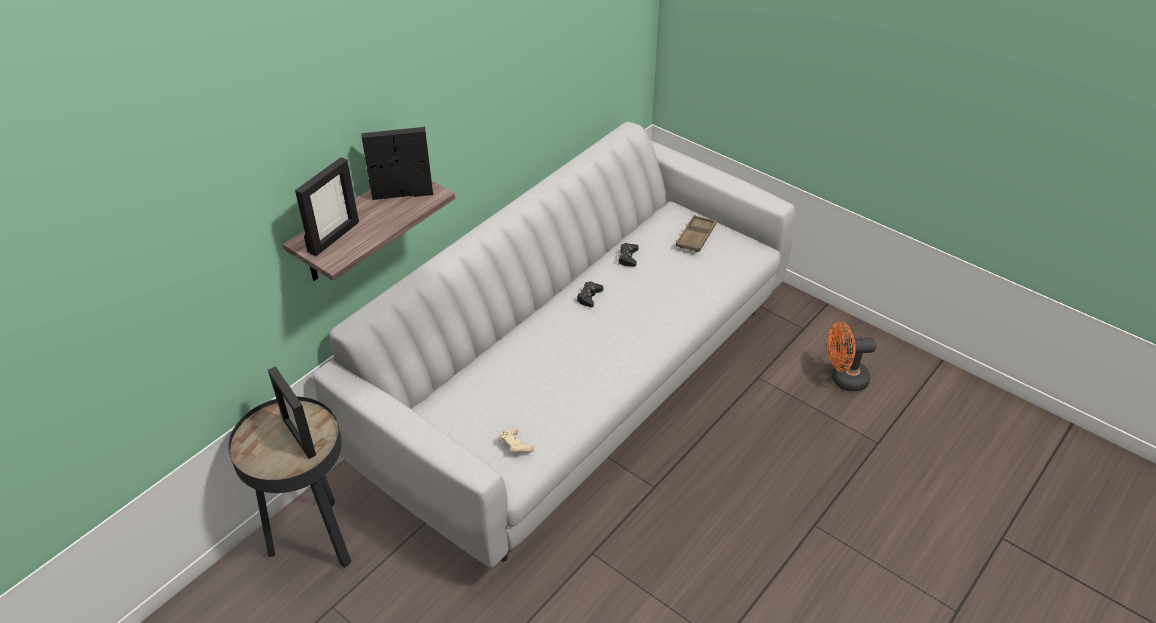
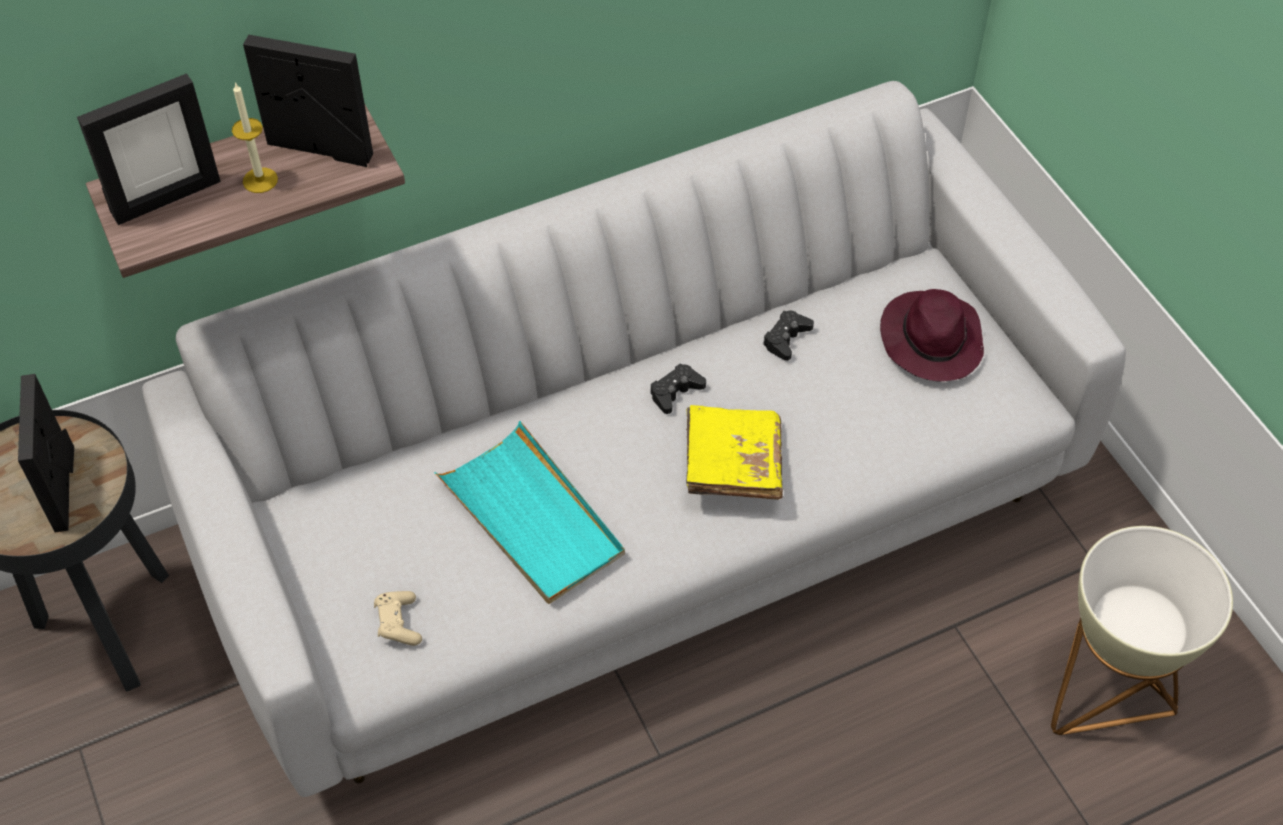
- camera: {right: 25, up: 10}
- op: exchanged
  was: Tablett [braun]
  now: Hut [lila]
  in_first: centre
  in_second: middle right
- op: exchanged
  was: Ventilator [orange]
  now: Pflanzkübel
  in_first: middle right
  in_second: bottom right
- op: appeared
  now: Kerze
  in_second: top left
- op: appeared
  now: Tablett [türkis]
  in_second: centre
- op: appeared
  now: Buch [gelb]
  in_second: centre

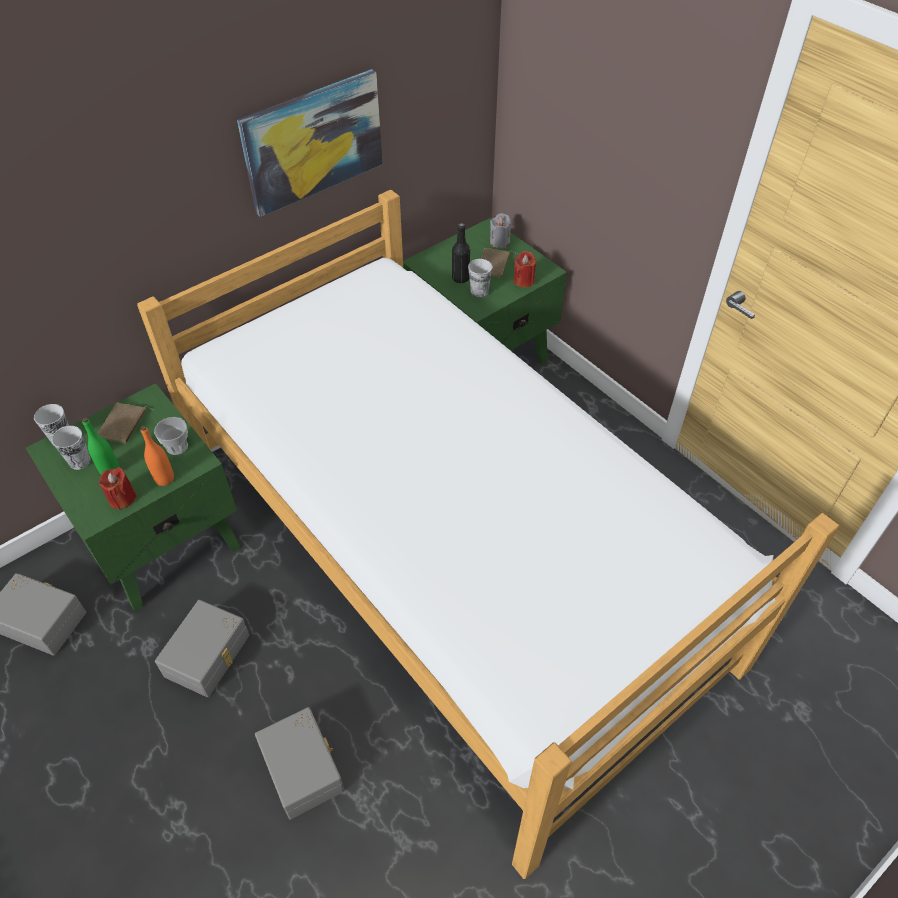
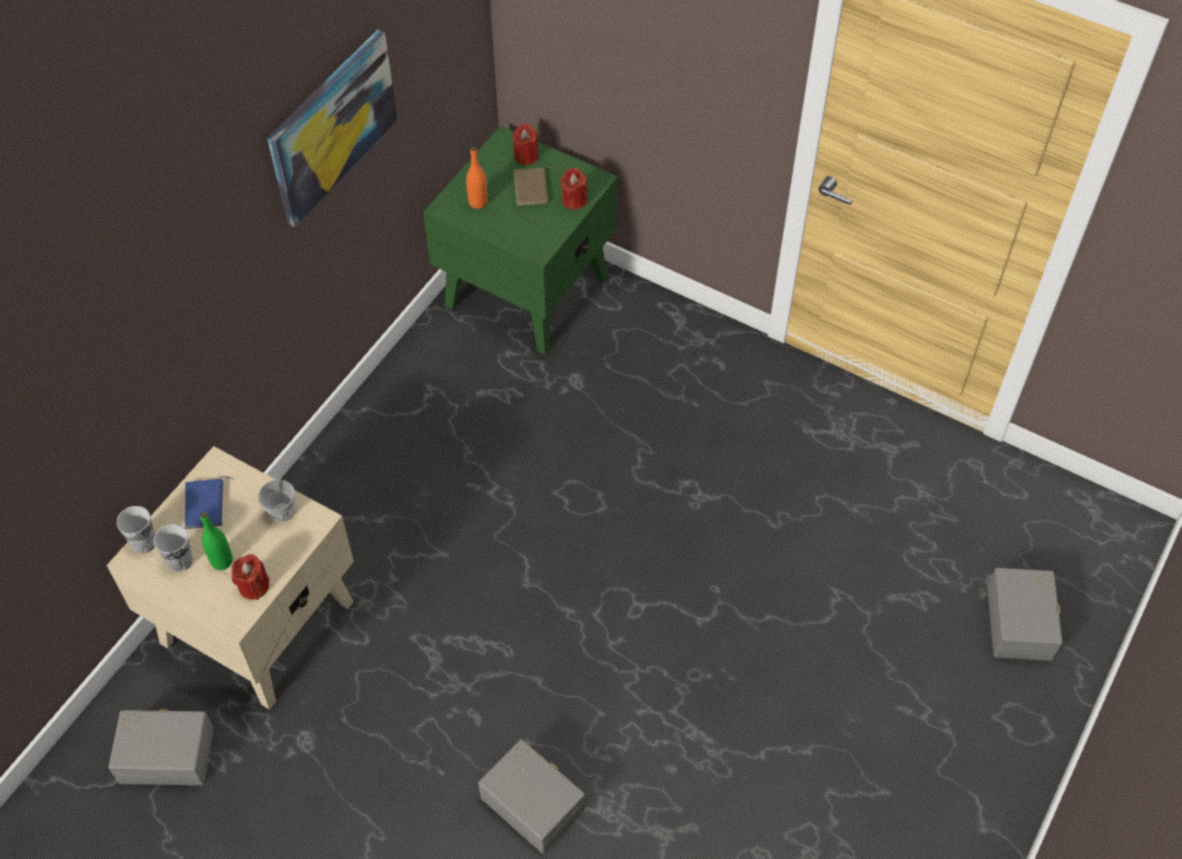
- camera: {right: -20, up: 5}
- op: colour
  was: Nachttisch [grün] (no. 1 from left)
  now: Nachttisch [beige]
  in_first: middle left
  in_second: bottom left
- op: colour
  was: Buch [braun] (no. 1 from left)
  now: Buch [blau]
  in_first: middle left
  in_second: middle left
- op: missing
  was: Bett
  in_first: centre
- op: relocated
  was: Flasche [orange]
  in_first: middle left
  in_second: top centre
- op: relocated
  was: Aufbewahrungsbox [grau] (no. 2 from left in the first image)
  now: Aufbewahrungsbox [grau] (no. 3 from left)
  in_first: bottom left
  in_second: bottom right
- op: missing
  was: Flasche [schwarz]
  in_first: top centre
- op: missing
  was: Tasse (no. 4 from left)
  in_first: top centre
- op: colour
  was: Kerze [grau]
  now: Kerze [rot] (no. 2 from left)
  in_first: top centre
  in_second: top centre

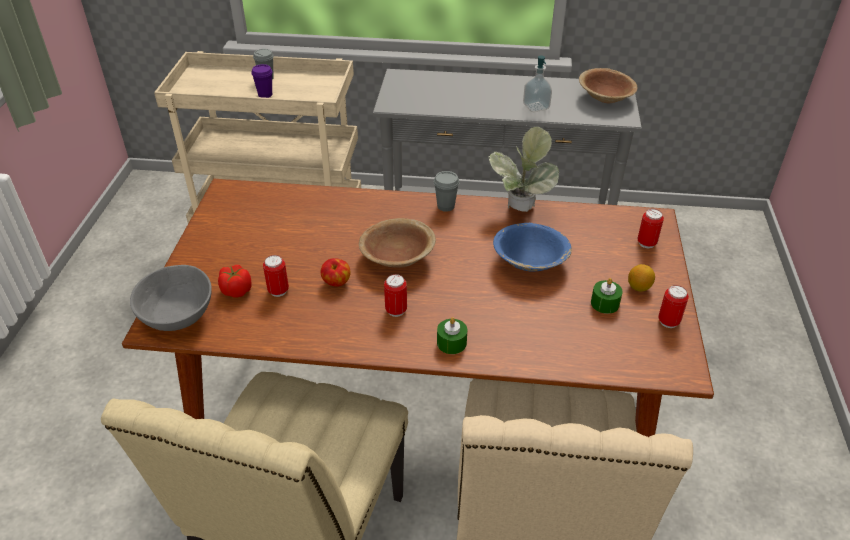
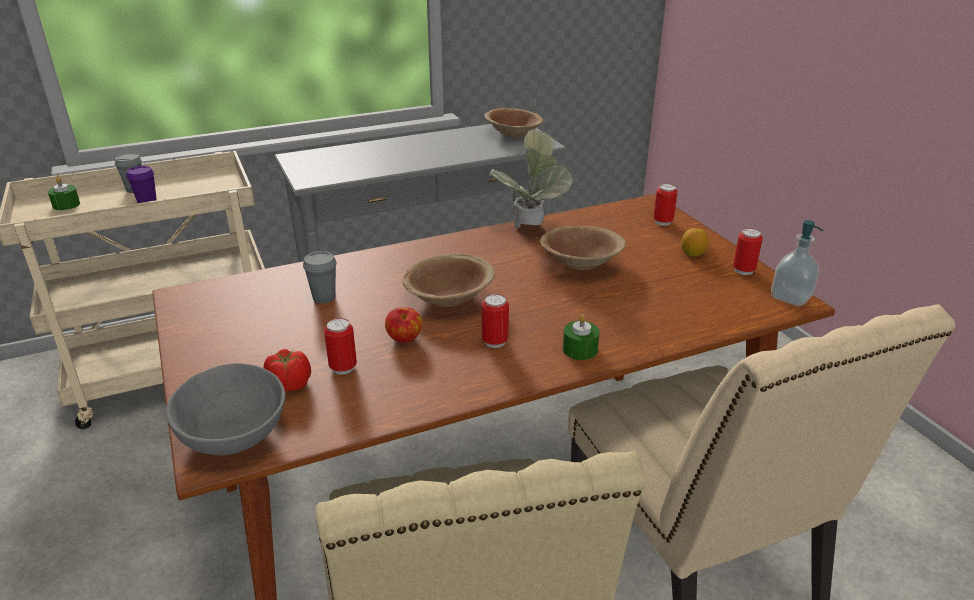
- camera: {right: -30, up: -10}
- op: relocated
  was: Tasse [grau] (no. 2 from left)
  in_first: centre
  in_second: middle left
- op: colour
  was: Schüssel [blau]
  now: Schüssel [braun] (no. 3 from left)
  in_first: centre
  in_second: centre
- op: relocated
  was: Seifenspender
  in_first: top centre
  in_second: middle right
- op: relocated
  was: Kerze [grün] (no. 2 from left in the first image)
  now: Kerze [grün] (no. 1 from left)
  in_first: middle right
  in_second: top left

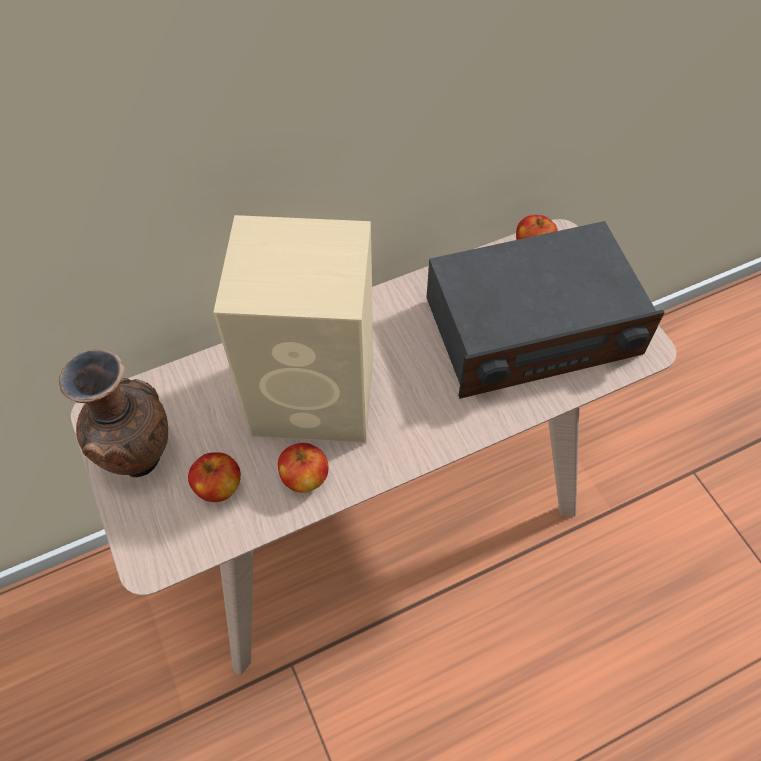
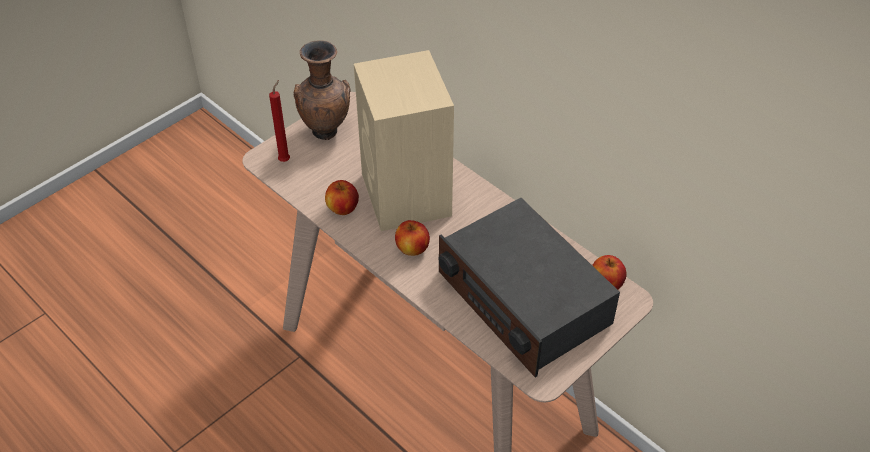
- camera: {right: 70, up: -10}
- op: relocated
  was: Apfel (no. 1 from left in the first image)
  now: Apfel (no. 2 from left)
  in_first: middle left
  in_second: centre
- op: appeared
  now: Kerze [rot]
  in_second: top left

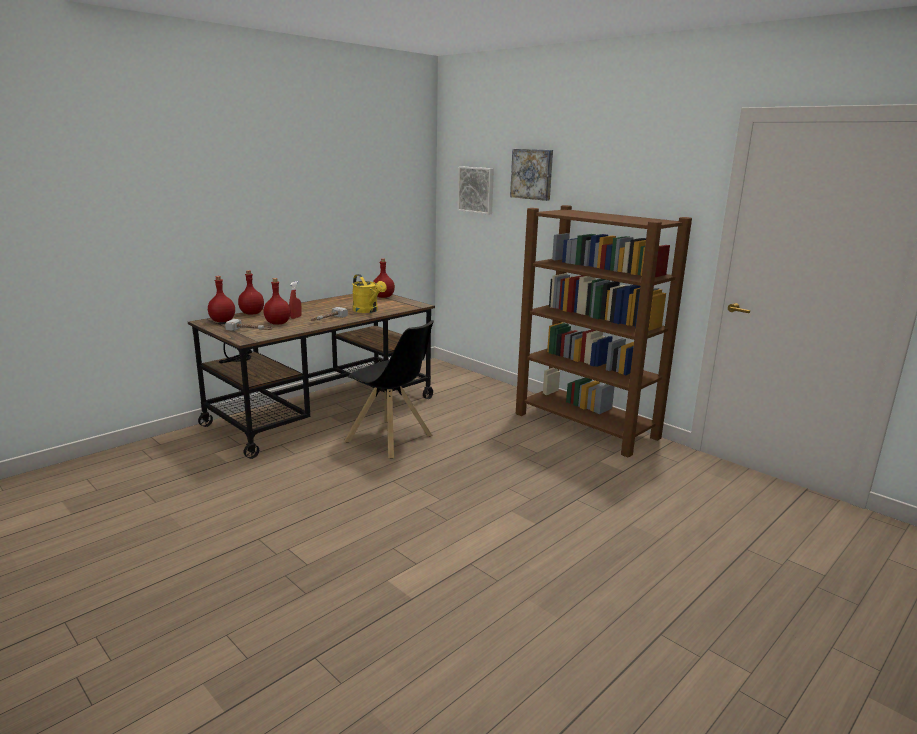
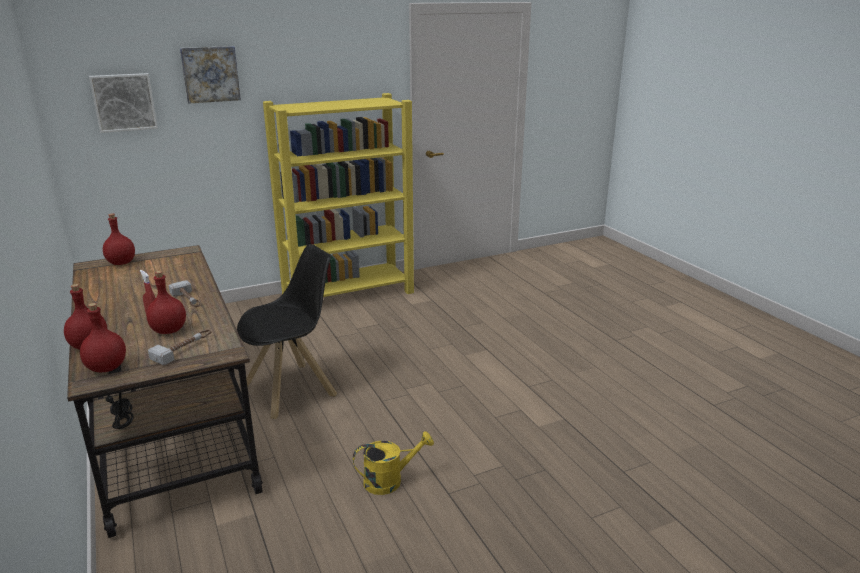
- camera: {right: -70, up: 5}
- op: relocated
  was: Gießkanne [gelb]
  in_first: centre
  in_second: bottom centre
- op: colour
  was: Bücherregal [braun]
  now: Bücherregal [gelb]
  in_first: centre
  in_second: centre

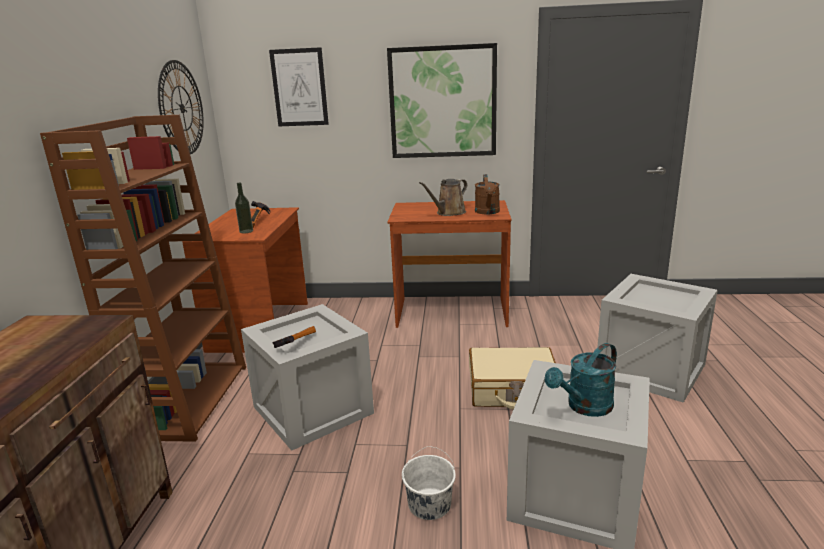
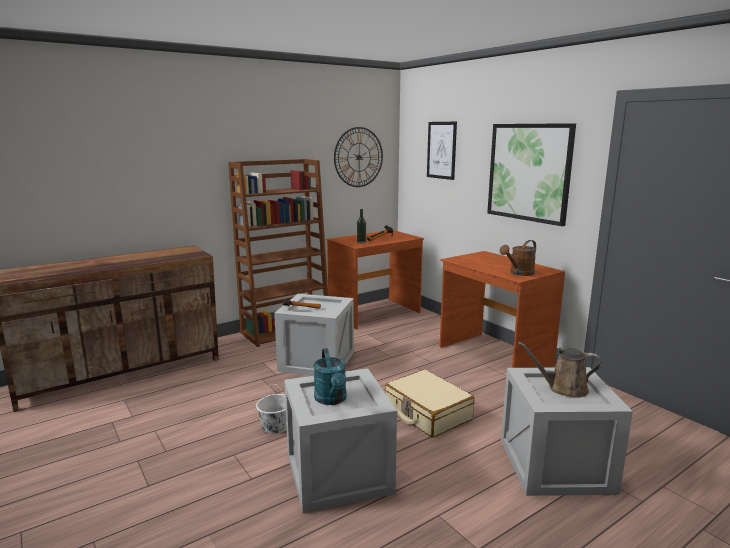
- camera: {right: 50, up: -5}
- op: relocated
  was: Gießkanne [braun] (no. 1 from left in the first image)
  now: Gießkanne [braun] (no. 2 from left)
  in_first: centre
  in_second: bottom right
- op: spun
  was: Gießkanne [türkis]
  in_first: bottom right
  in_second: bottom centre
  clockwise: -120

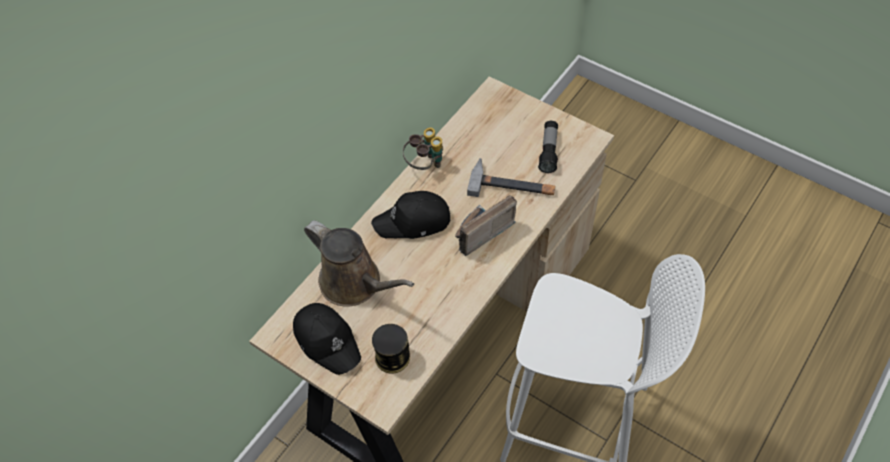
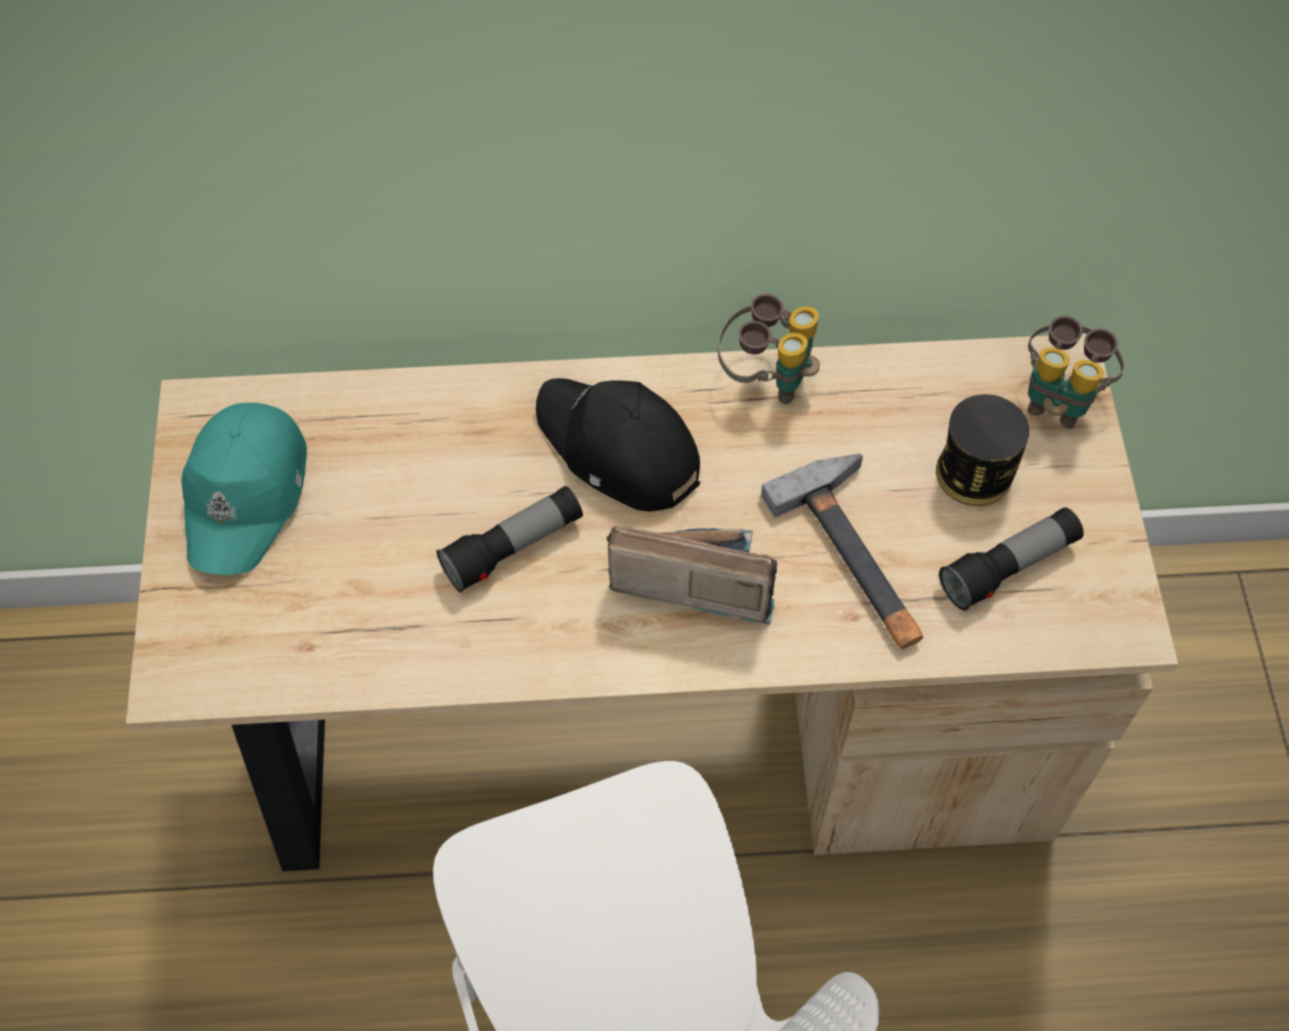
- camera: {right: 50, up: 5}
- op: colour
  was: Kappe [schwarz] (no. 1 from left)
  now: Kappe [türkis]
  in_first: bottom centre
  in_second: middle left
- op: missing
  was: Gießkanne [braun]
  in_first: centre
- op: relocated
  was: Dose
  in_first: bottom centre
  in_second: middle right
- op: appeared
  now: Taschenlampe (no. 1 from left)
  in_second: centre
- op: appeared
  now: Fernglas (no. 2 from left)
  in_second: middle right

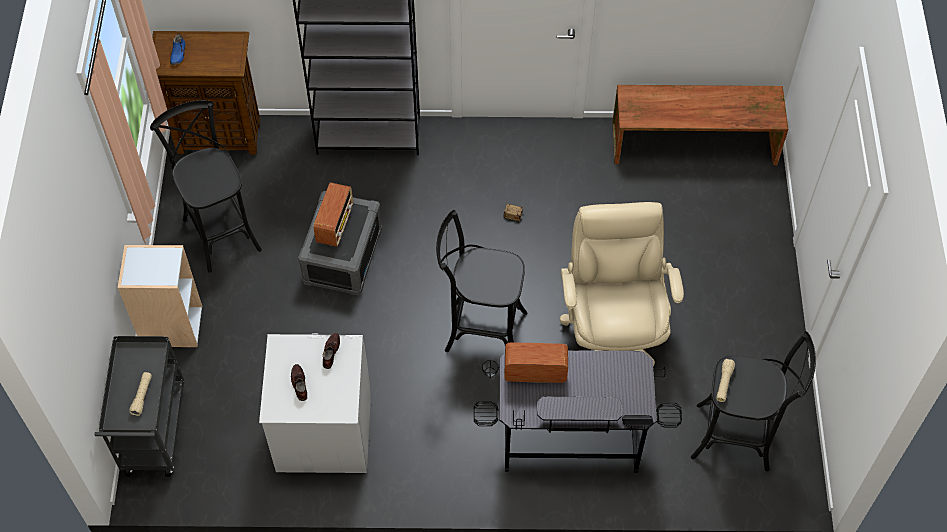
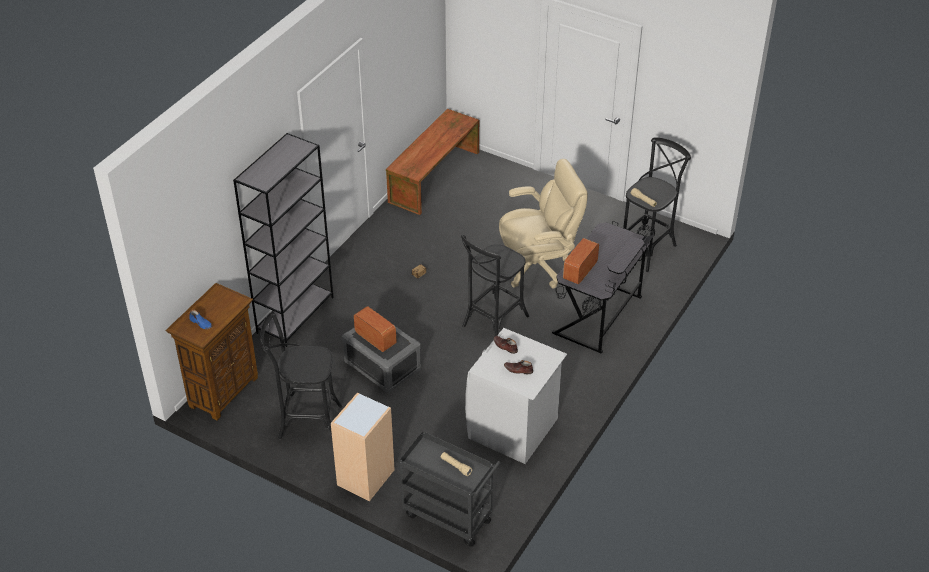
- camera: {right: -60, up: -15}
- op: spun
  was: Bürostuhl [beige]
  in_first: centre
  in_second: centre
  clockwise: 135

